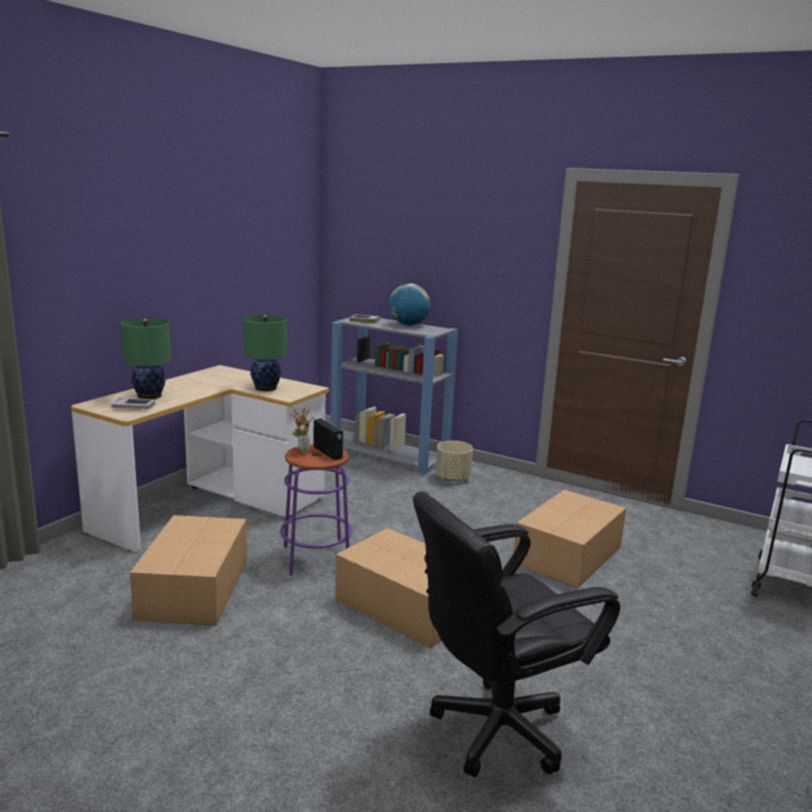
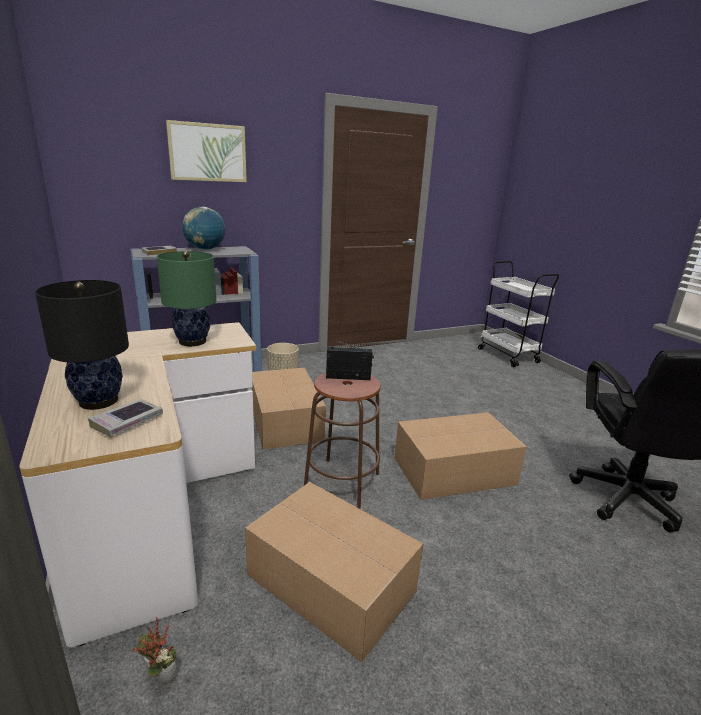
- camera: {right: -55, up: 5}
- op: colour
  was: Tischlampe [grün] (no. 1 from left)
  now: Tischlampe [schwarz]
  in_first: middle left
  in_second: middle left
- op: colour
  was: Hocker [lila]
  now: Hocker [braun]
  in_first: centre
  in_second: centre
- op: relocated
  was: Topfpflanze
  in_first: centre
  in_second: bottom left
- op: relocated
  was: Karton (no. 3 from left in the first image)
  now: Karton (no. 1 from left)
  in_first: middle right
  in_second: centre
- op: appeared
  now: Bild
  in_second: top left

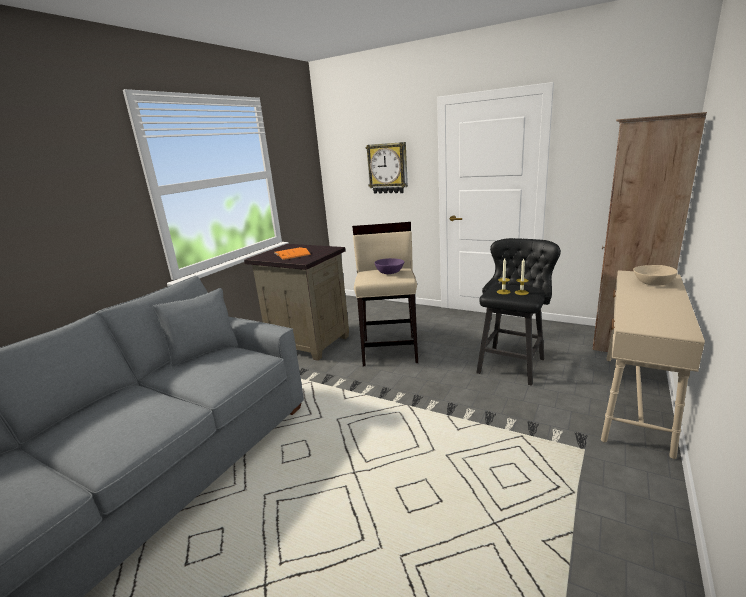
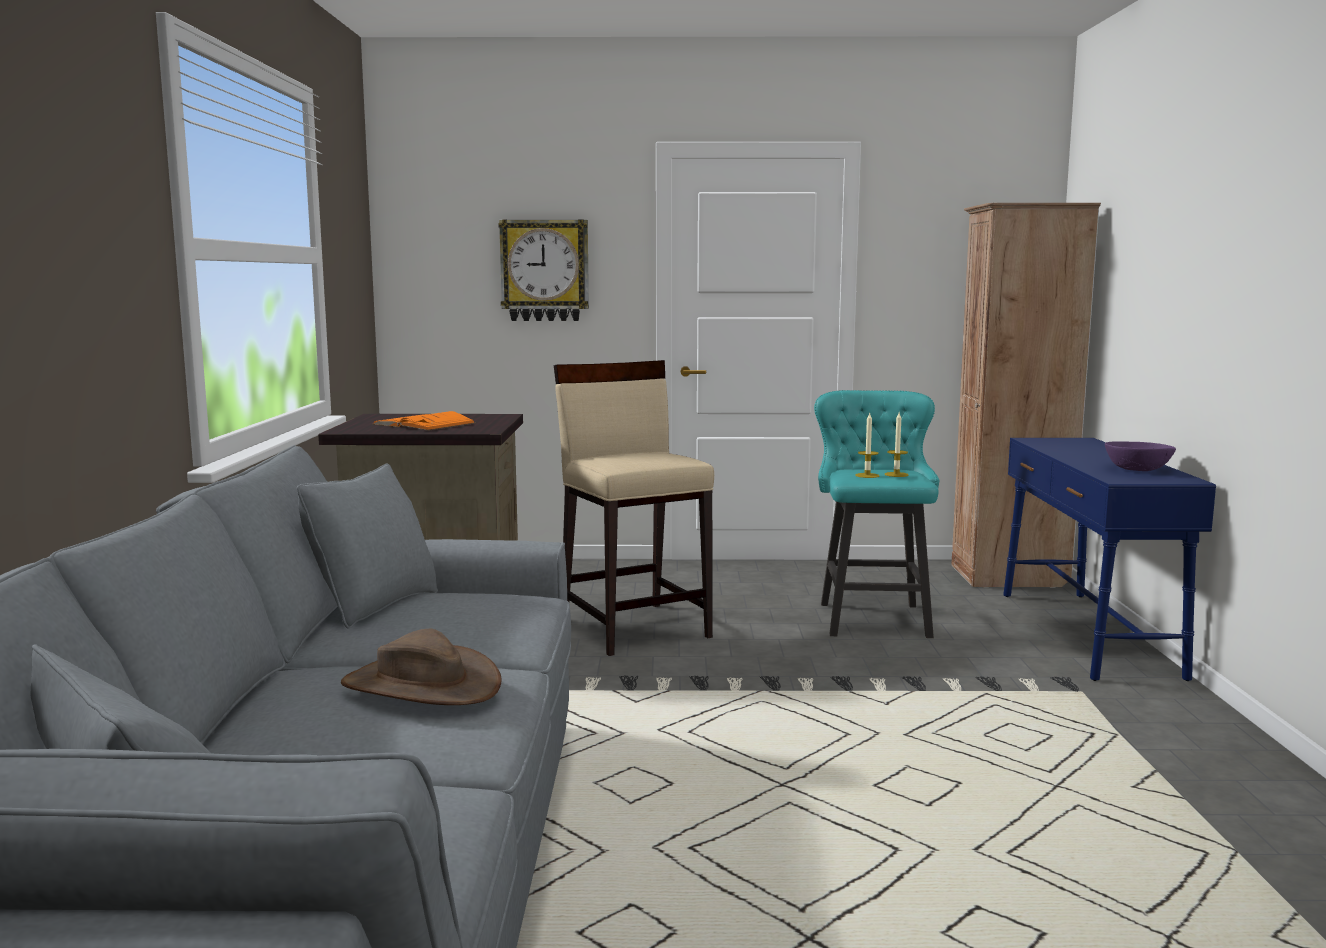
- camera: {right: -30, up: -10}
- op: relocated
  was: Schüssel [lila]
  in_first: centre
  in_second: middle right
- op: colour
  was: Hocker [schwarz]
  now: Hocker [türkis]
  in_first: middle right
  in_second: centre
- op: colour
  was: Konsolentisch [beige]
  now: Konsolentisch [blau]
  in_first: middle right
  in_second: middle right
- op: missing
  was: Schüssel [beige]
  in_first: middle right
- op: appeared
  now: Hut [braun]
  in_second: bottom left

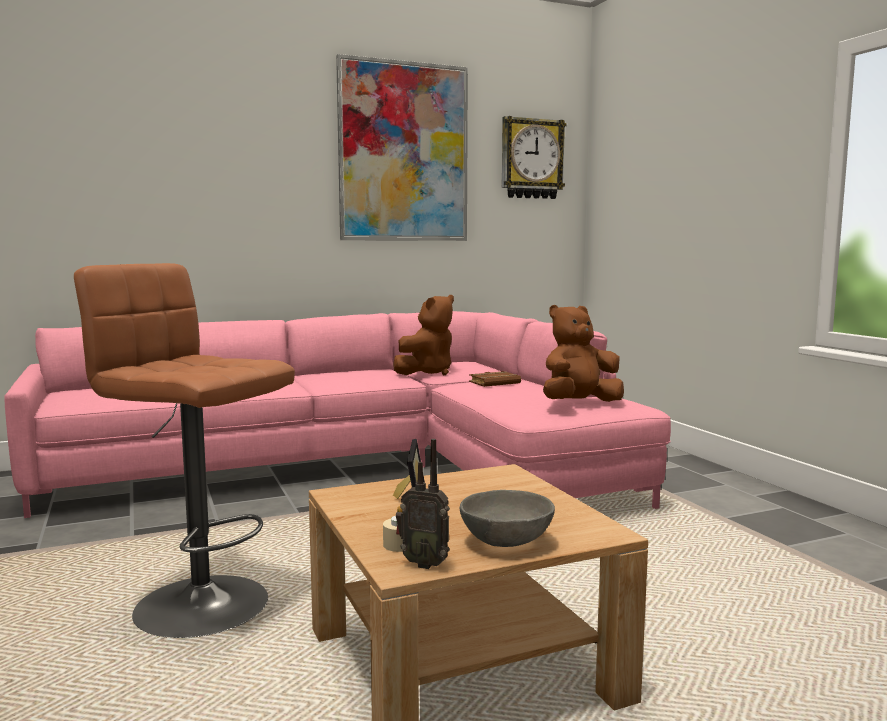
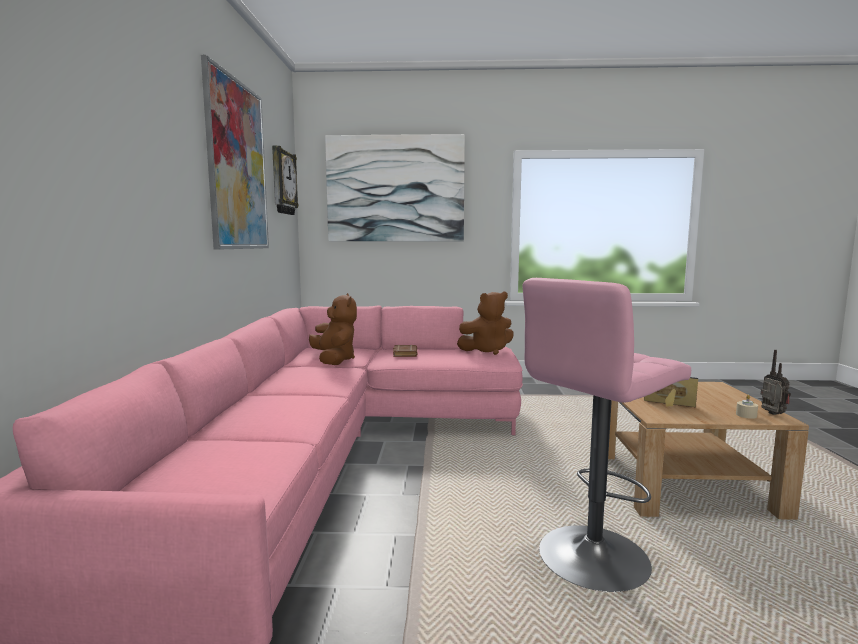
- camera: {right: -65, up: 0}
- op: colour
  was: Hocker [braun]
  now: Hocker [rosa]
  in_first: middle left
  in_second: bottom right
- op: spun
  was: Radio
  in_first: bottom centre
  in_second: middle right
  clockwise: -60
- op: missing
  was: Schüssel [grau]
  in_first: bottom centre
- op: spun
  was: Plüschtier [braun] (no. 2 from left)
  in_first: centre
  in_second: centre
  clockwise: -105
- op: appeared
  now: Bild (no. 2 from left)
  in_second: top centre

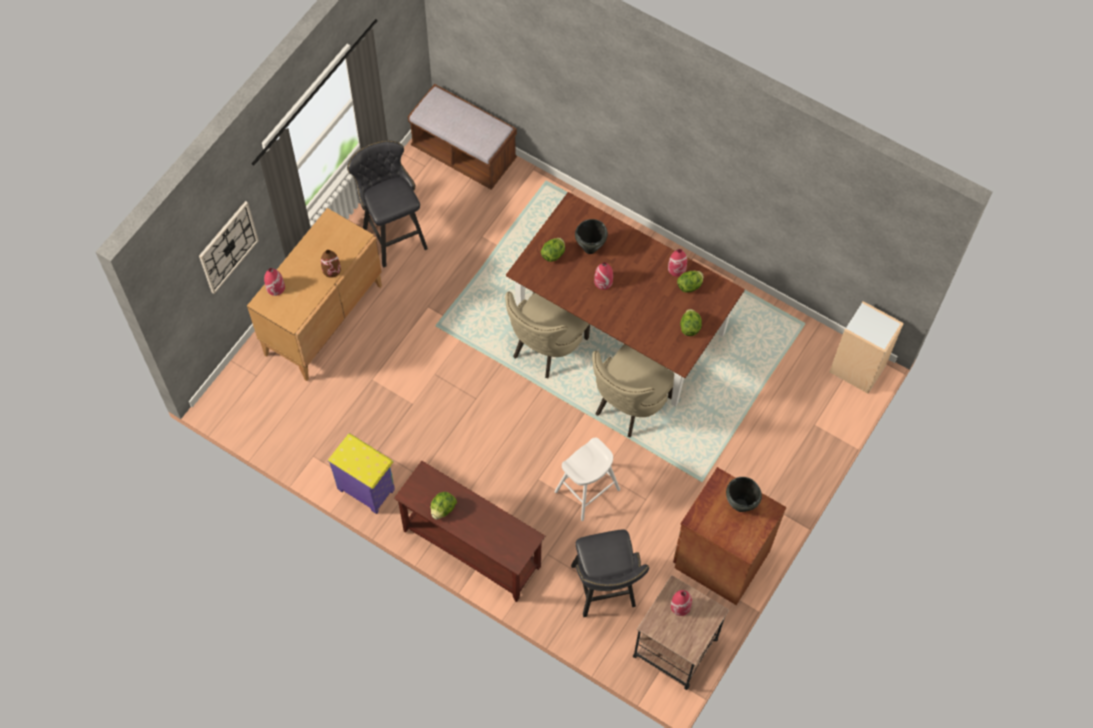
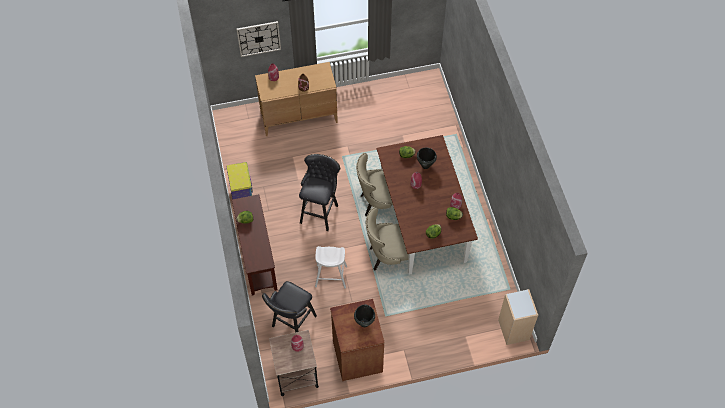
- camera: {right: 45, up: -5}
- op: relocated
  was: Hocker [schwarz] (no. 1 from left in the first image)
  now: Hocker [schwarz] (no. 2 from left)
  in_first: top centre
  in_second: centre
- op: missing
  was: Bank [braun]
  in_first: top centre

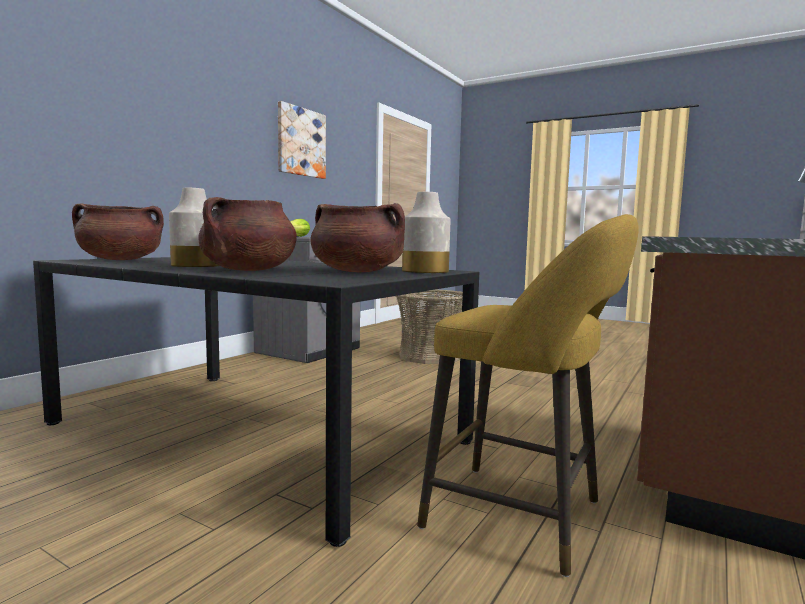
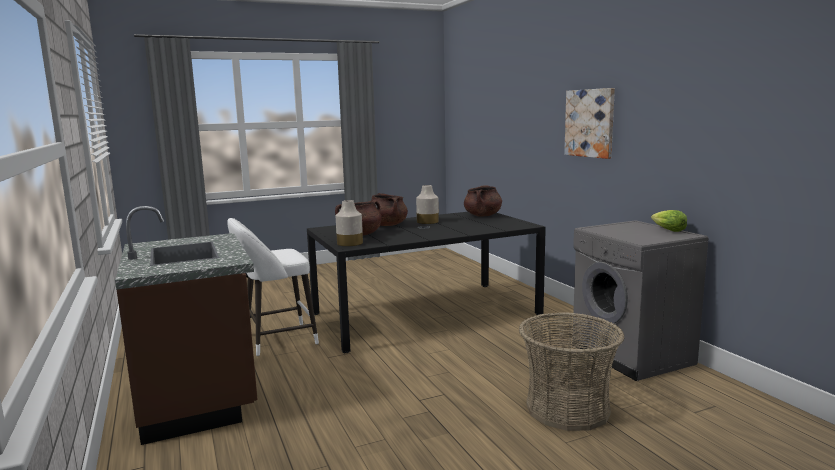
- camera: {right: 125, up: 5}
- op: relocated
  was: Bild
  in_first: top centre
  in_second: top right
- op: colour
  was: Hocker [gelb]
  now: Hocker [weiß]
  in_first: centre
  in_second: middle left

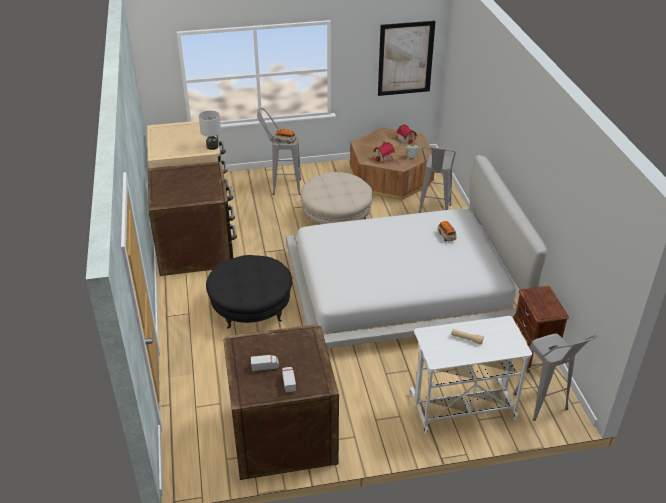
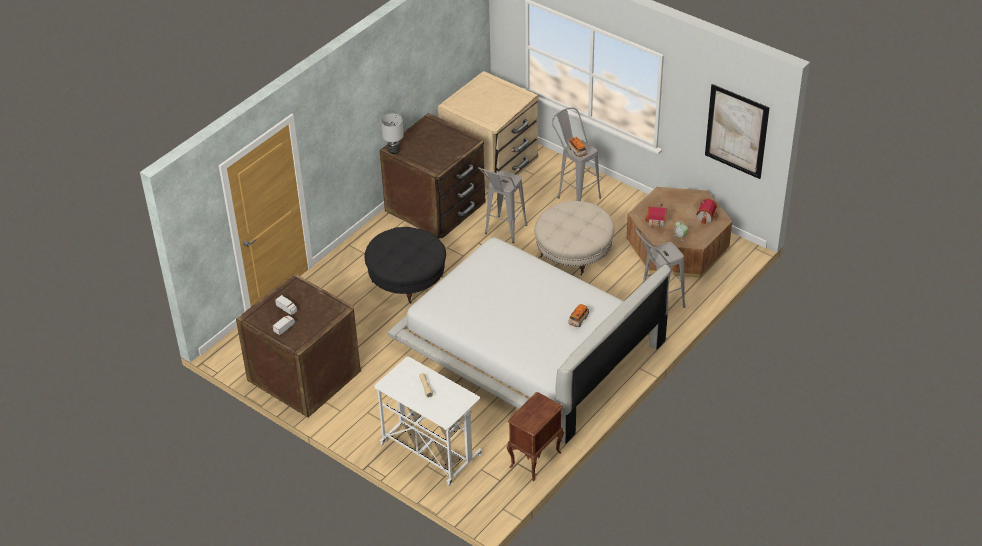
- camera: {right: 50, up: 5}
- op: relocated
  was: Tischlampe [grau]
  in_first: top left
  in_second: top centre
- op: relocated
  was: Hocker [grau] (no. 3 from left in the first image)
  now: Hocker [grau] (no. 1 from left)
  in_first: bottom right
  in_second: centre

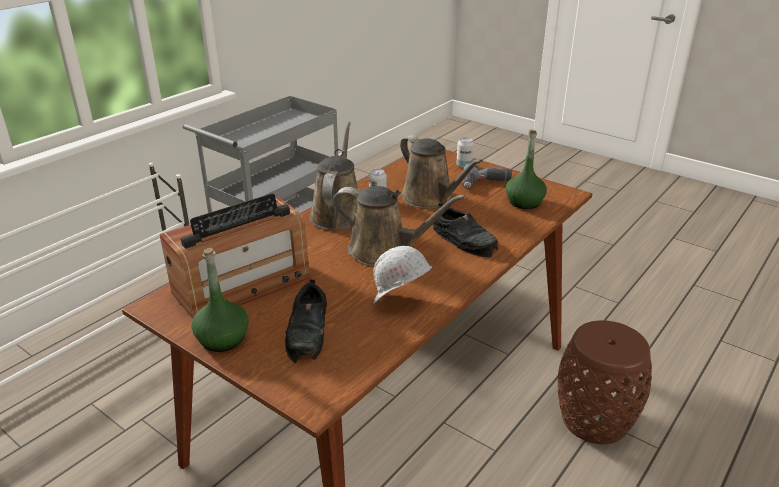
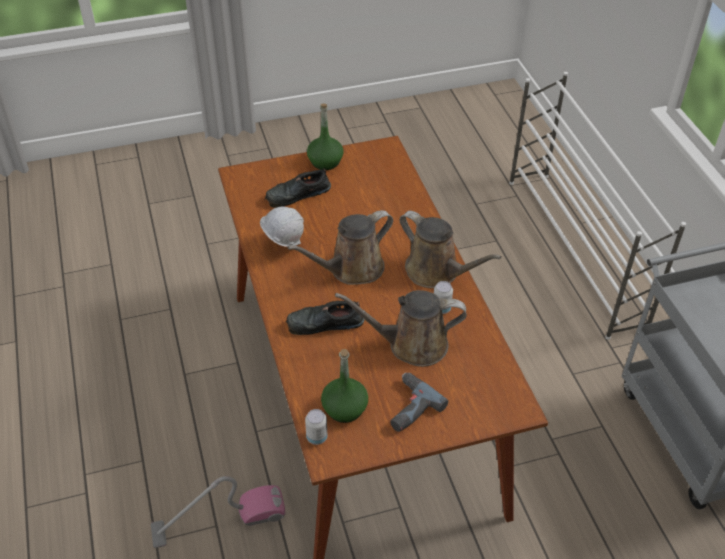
- camera: {right: 125, up: 15}
- op: missing
  was: Radio
  in_first: middle left
- op: spun
  was: Schuh [schwarz] (no. 1 from left)
  in_first: centre
  in_second: centre
  clockwise: -60
- op: relocated
  was: Dose (no. 2 from left in the first image)
  now: Dose (no. 1 from left)
  in_first: top centre
  in_second: bottom centre
- op: exchanged
  was: Hocker [braun]
  now: Staubsauger
  in_first: bottom right
  in_second: bottom left

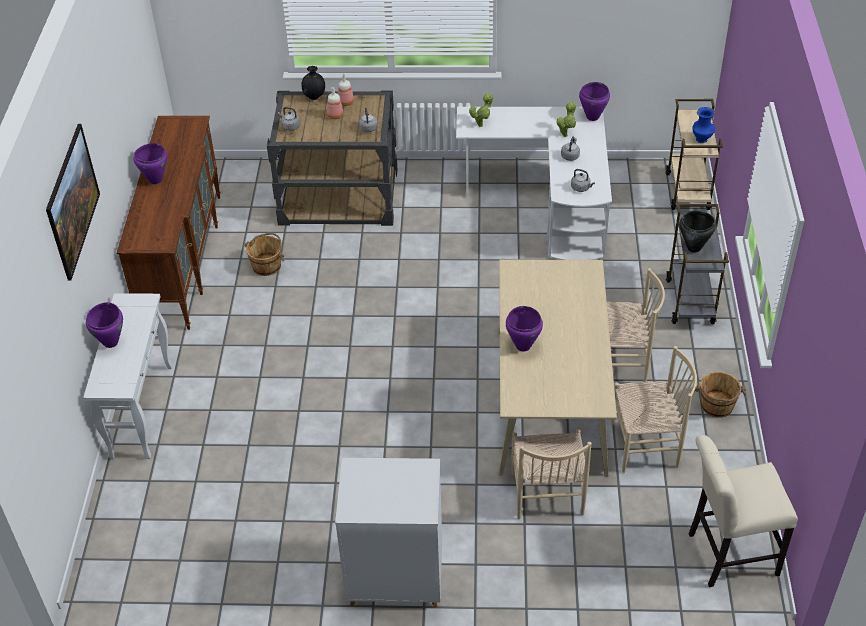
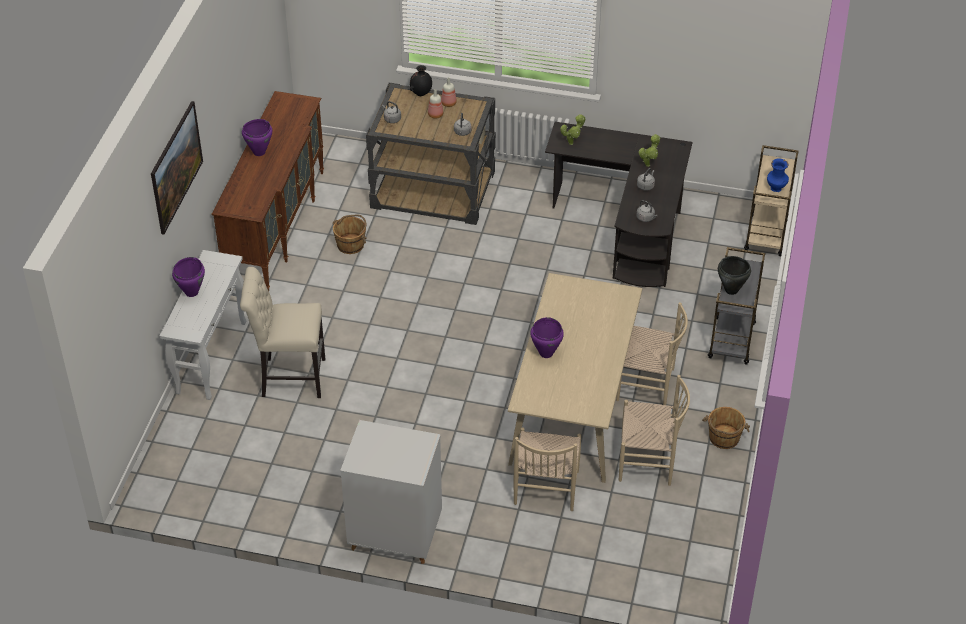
- camera: {right: 10, up: 0}
- op: colour
  was: Schreibtisch [weiß]
  now: Schreibtisch [schwarz]
  in_first: top centre
  in_second: top centre
- op: missing
  was: Kochtopf [lila] (no. 4 from left)
  in_first: top right
- op: relocated
  was: Hocker [beige]
  in_first: bottom right
  in_second: middle left

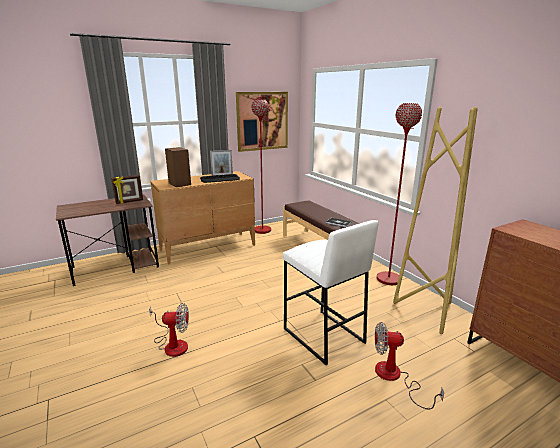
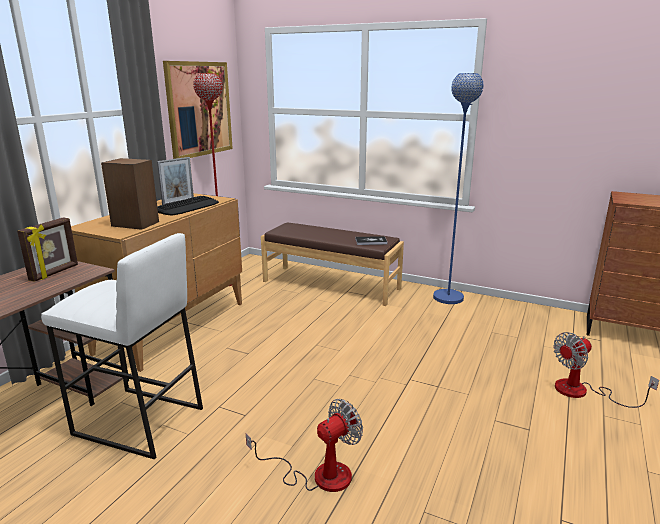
- camera: {right: -35, up: 0}
- op: relocated
  was: Hocker [weiß]
  in_first: centre
  in_second: middle left
- op: colour
  was: Stehlampe [rot] (no. 2 from left)
  now: Stehlampe [blau]
  in_first: middle right
  in_second: middle right
- op: missing
  was: Kleiderständer [gelb]
  in_first: middle right

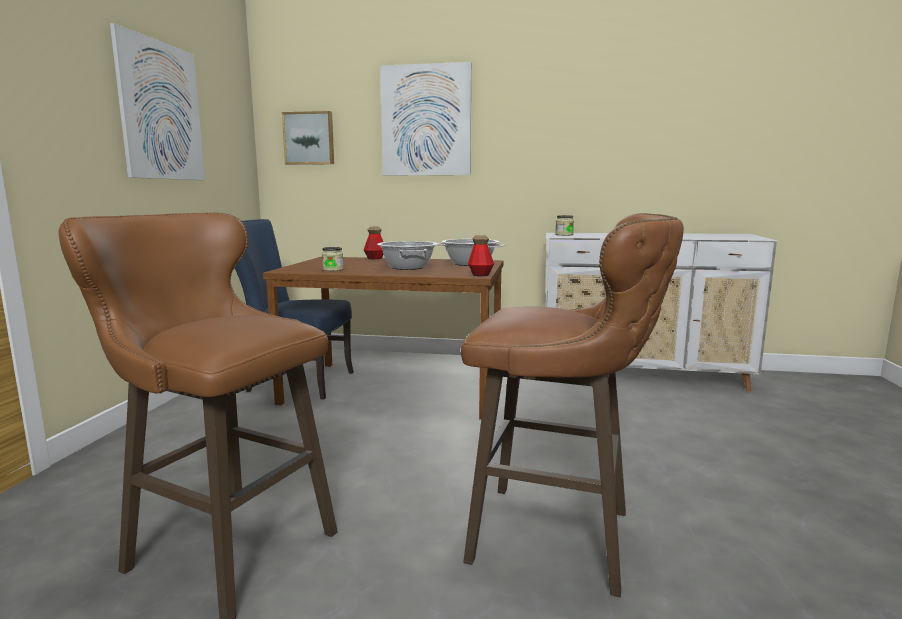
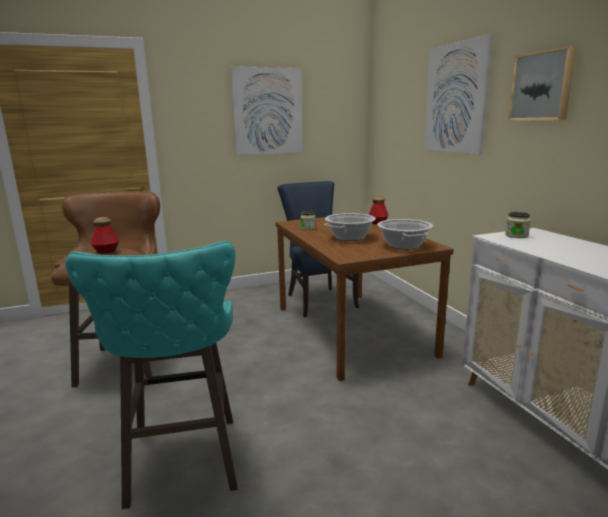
- camera: {right: 60, up: 5}
- op: relocated
  was: Bild (no. 2 from left in the first image)
  now: Bild (no. 3 from left)
  in_first: top centre
  in_second: top right
- op: colour
  was: Hocker [braun] (no. 2 from left)
  now: Hocker [türkis]
  in_first: centre
  in_second: bottom left
- op: relocated
  was: Flasche (no. 2 from left in the first image)
  now: Flasche (no. 1 from left)
  in_first: centre
  in_second: middle left

